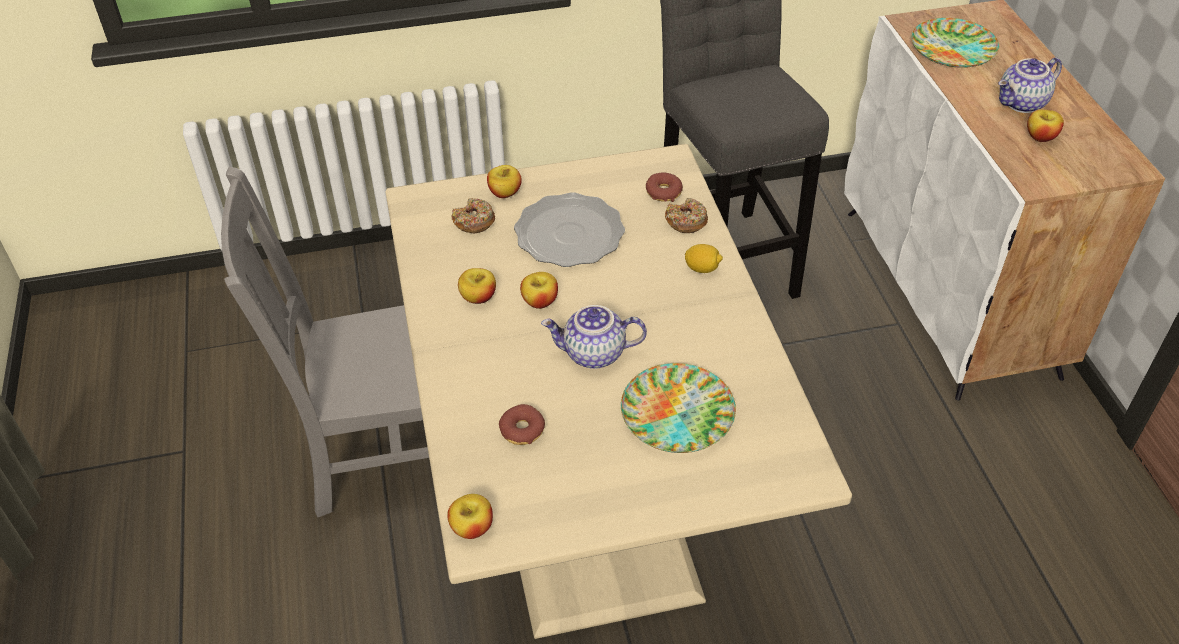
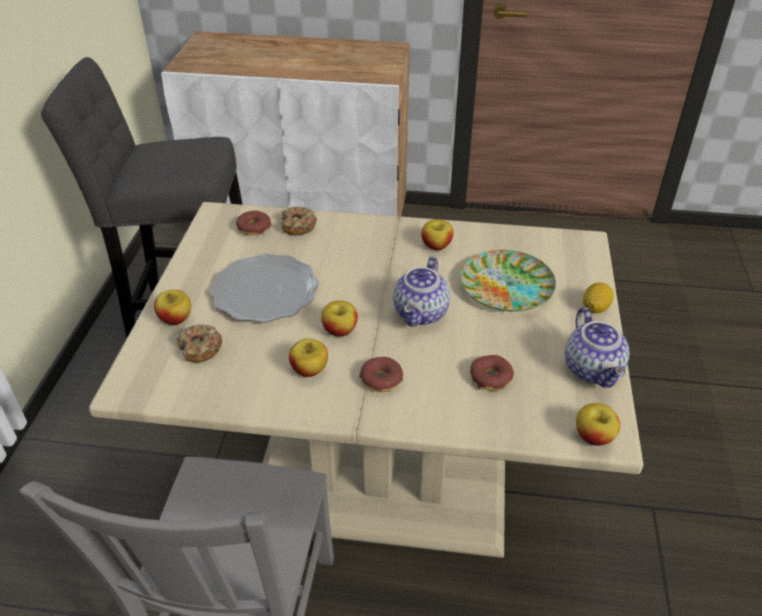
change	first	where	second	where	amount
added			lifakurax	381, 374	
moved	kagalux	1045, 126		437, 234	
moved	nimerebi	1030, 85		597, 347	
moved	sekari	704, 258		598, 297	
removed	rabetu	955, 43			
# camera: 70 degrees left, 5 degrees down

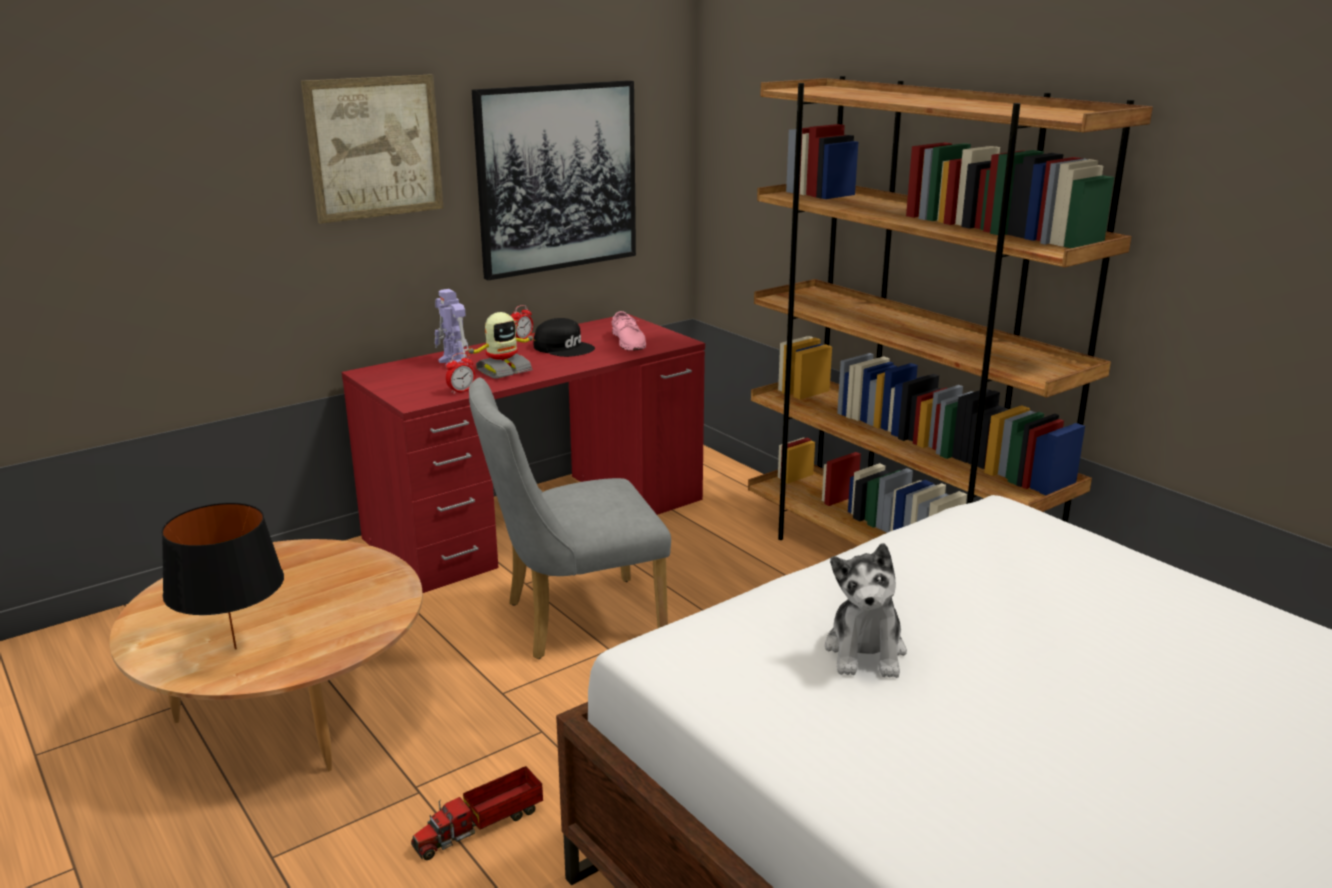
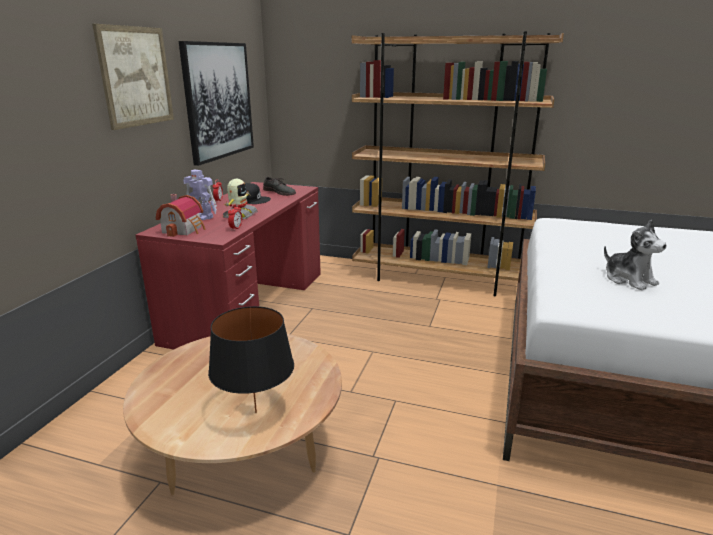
change	first	where	second	where	amount
added			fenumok	181, 215	
recoloured	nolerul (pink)	629, 331	nolerul (grey)	279, 186	
removed	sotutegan	477, 813			
removed	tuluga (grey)	570, 518			
# camera: 35 degrees left, 0 degrees up

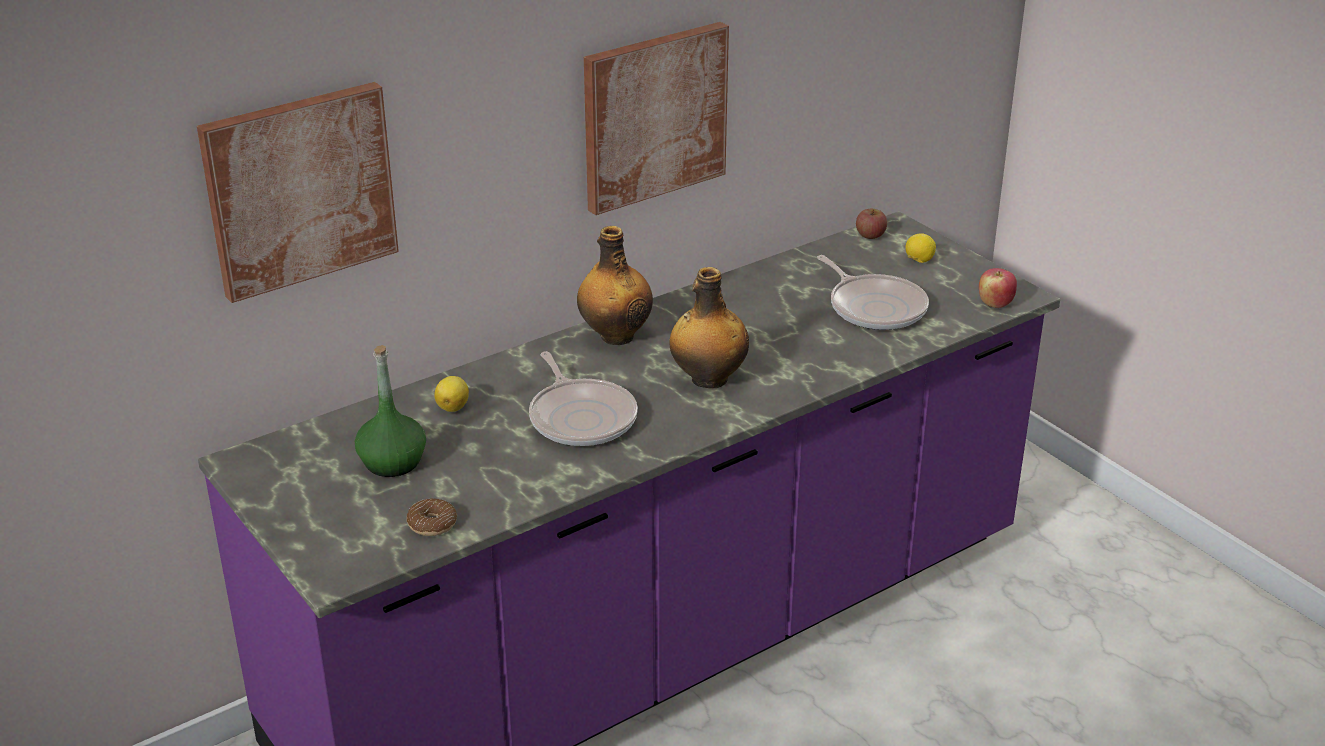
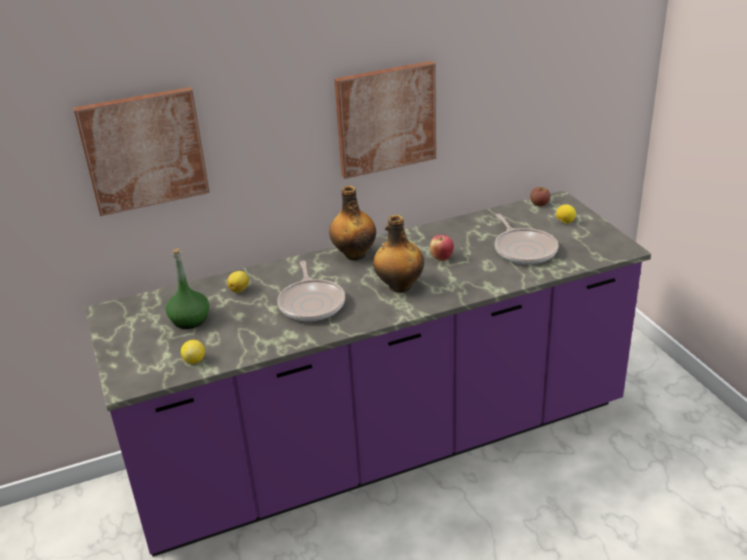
change	first	where	second	where	amount
replaced	lifakurax	432, 517	sekari	193, 352	
moved	kagalux	998, 288		442, 248	
# camera: 15 degrees right, 0 degrees up

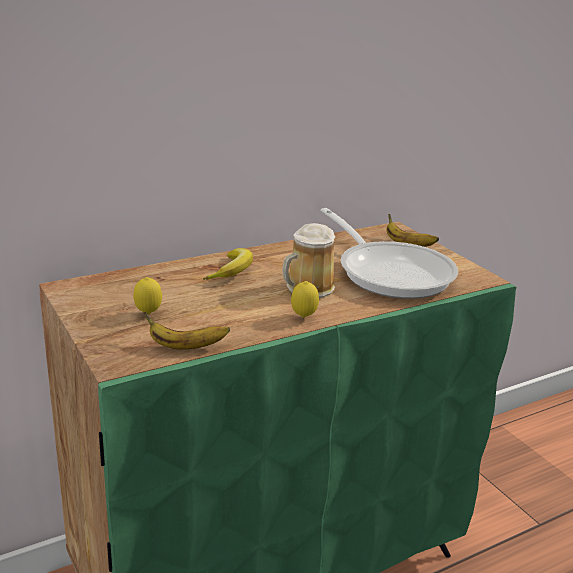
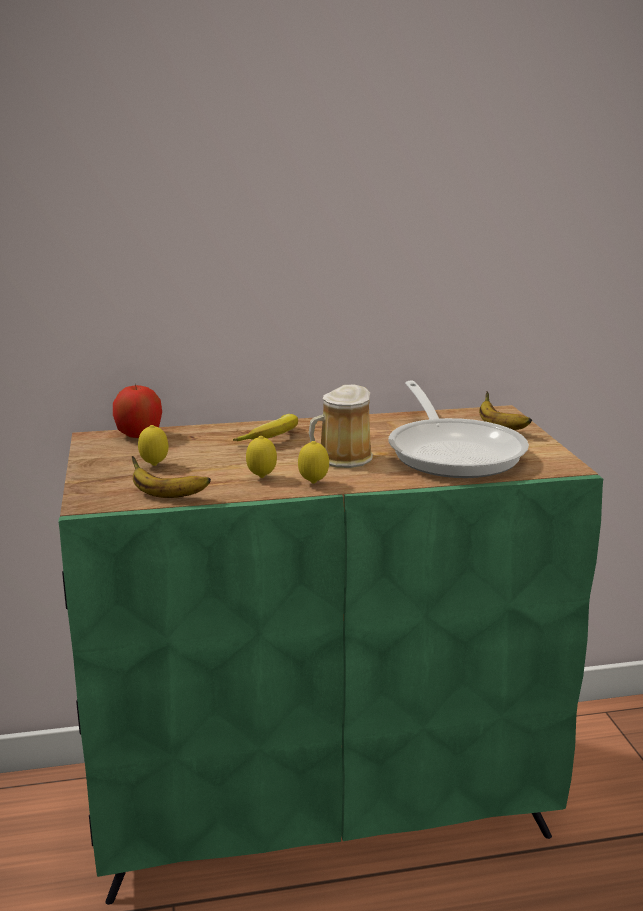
change	first	where	second	where	amount
added			kagalux	137, 411	
added			sekari	261, 457	
# camera: 20 degrees right, 5 degrees down

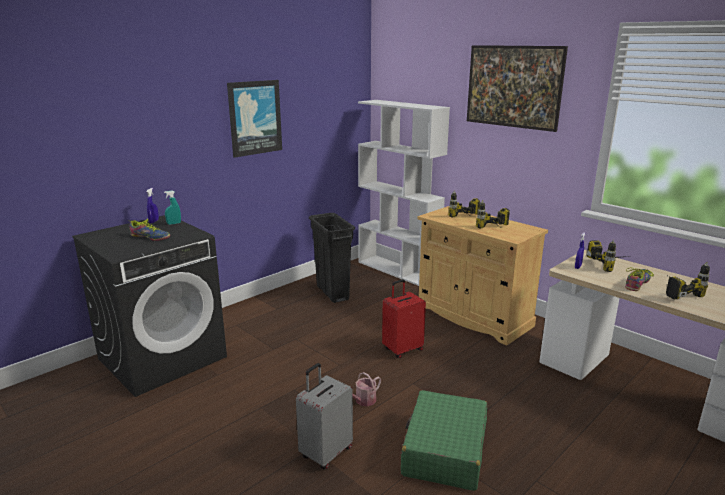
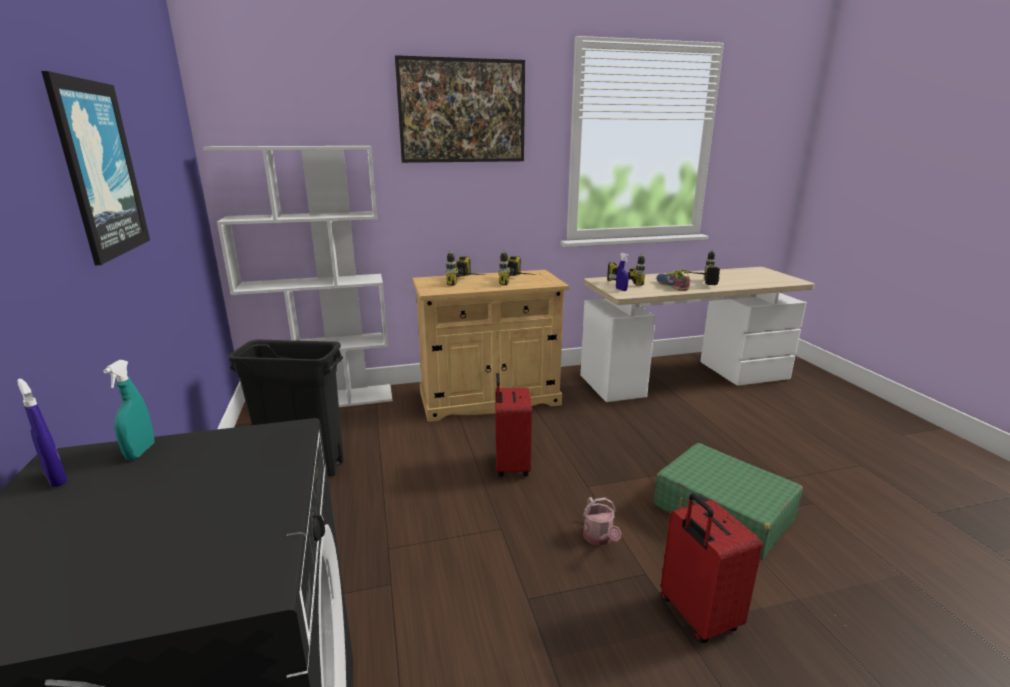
change	first	where	second	where	amount
recoloured	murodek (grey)	324, 416	murodek (red)	712, 568	
removed	nolerul	150, 230			
# camera: 60 degrees left, 0 degrees up

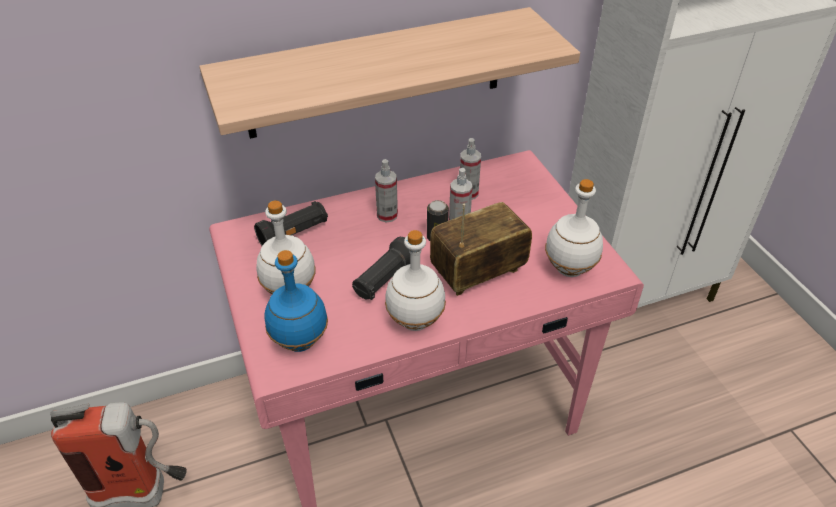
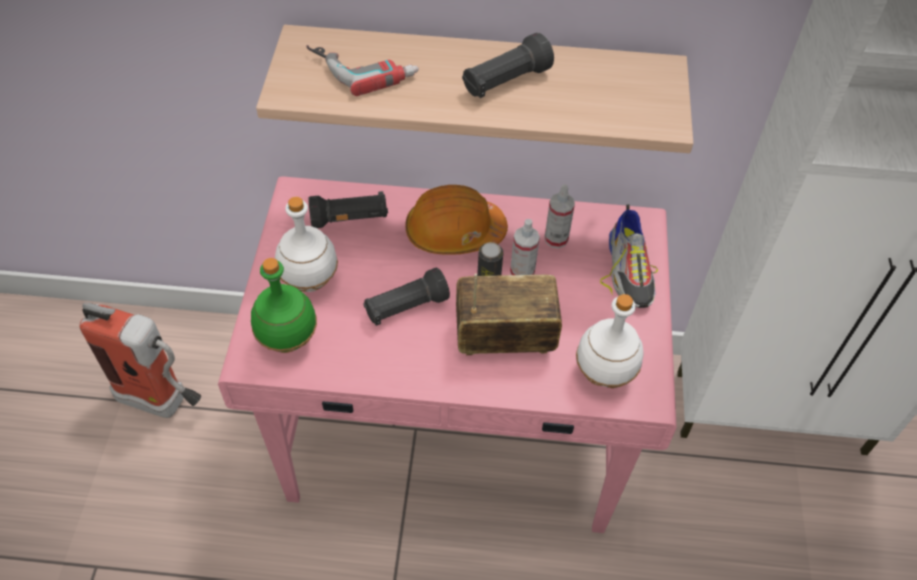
change	first	where	second	where	amount
recoloured	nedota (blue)	296, 301	nedota (green)	284, 305	
added			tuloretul	363, 70	
replaced	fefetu	386, 190	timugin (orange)	457, 220	
added			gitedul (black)	508, 65	
added			nolerul	629, 256	
removed	nedota (white)	415, 280			
# camera: 25 degrees right, 10 degrees up

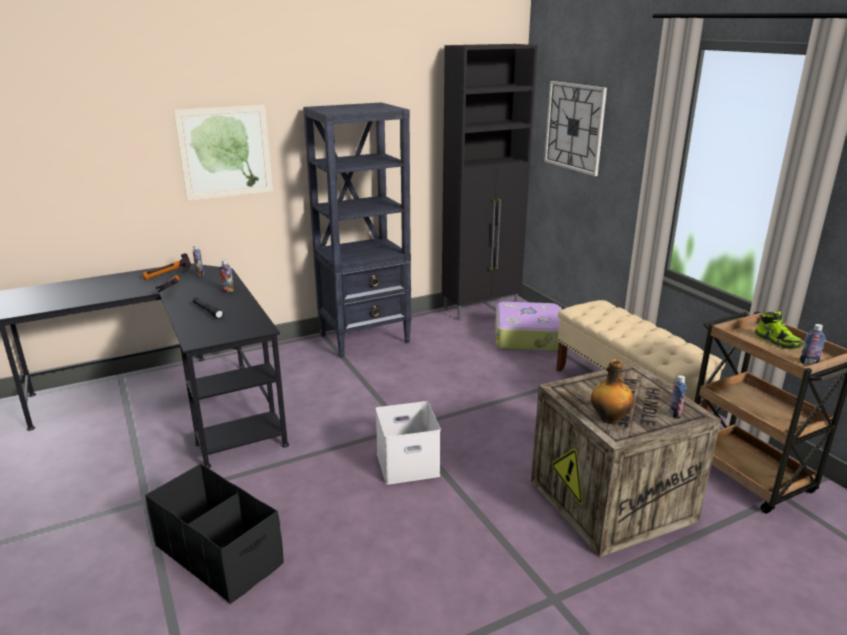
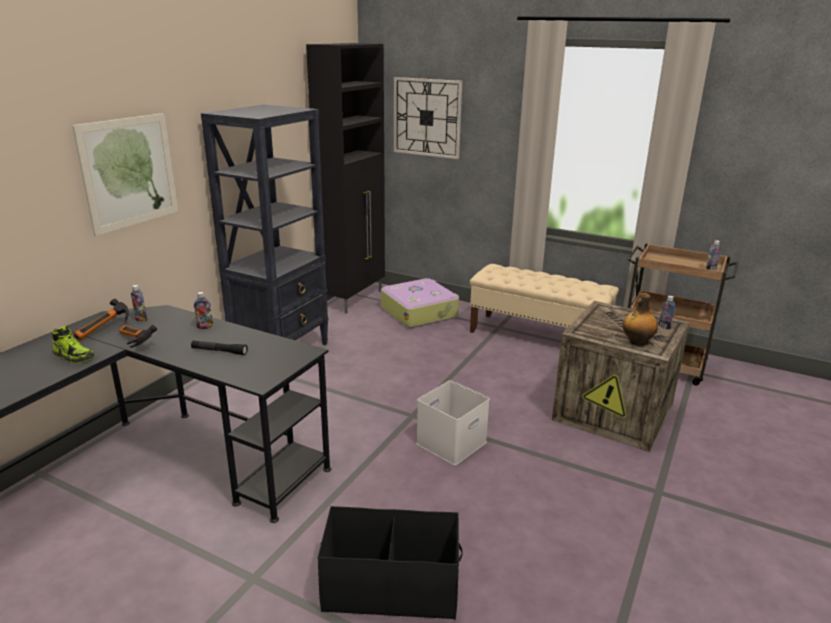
change	first	where	second	where	amount
moved	nolerul	779, 330		73, 344	
# camera: 35 degrees left, 0 degrees up

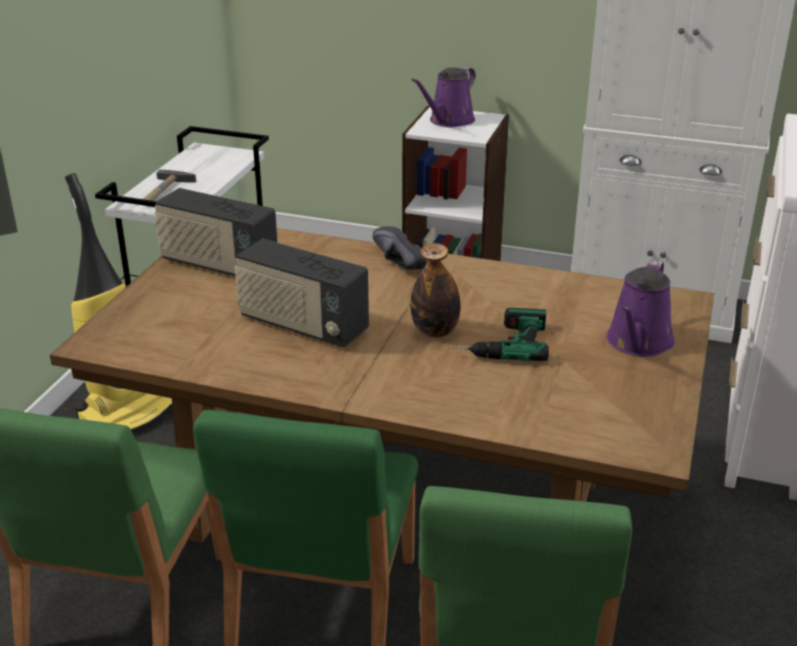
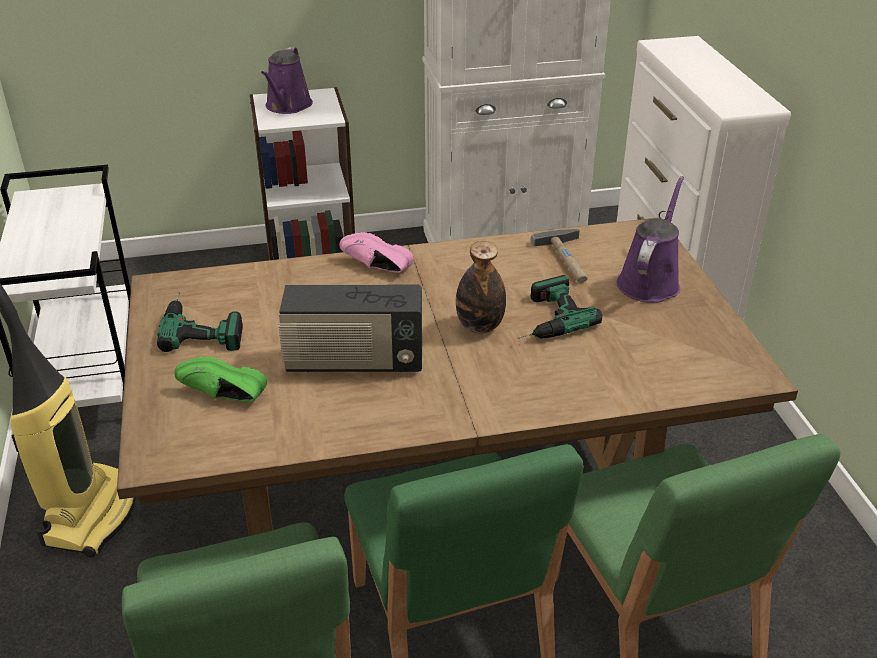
change	first	where	second	where	amount
replaced	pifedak	216, 232	tuloretul	200, 322	
added			nolerul (green)	220, 379	
recoloured	nolerul (black)	399, 248	nolerul (pink)	376, 252	
moved	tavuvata	169, 185		559, 256	
turned	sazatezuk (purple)	640, 308		650, 239	150 degrees counterclockwise
# camera: 30 degrees left, 5 degrees up

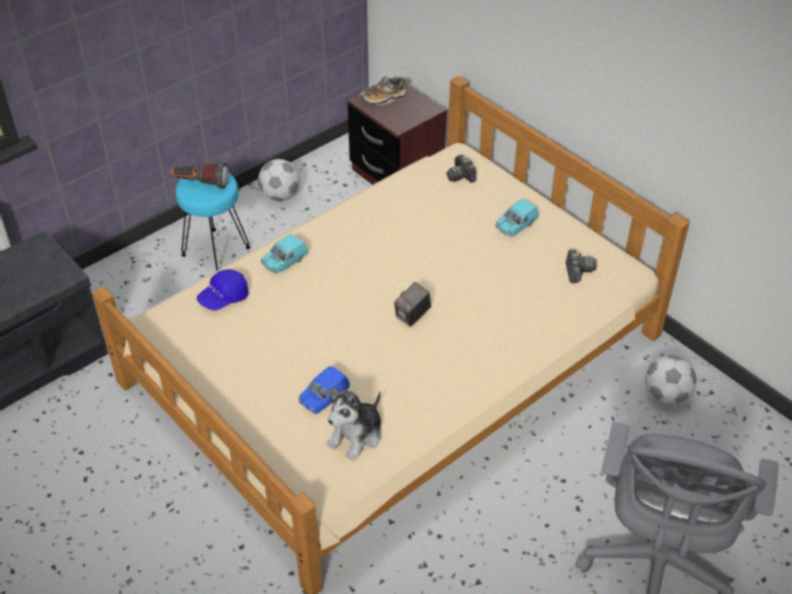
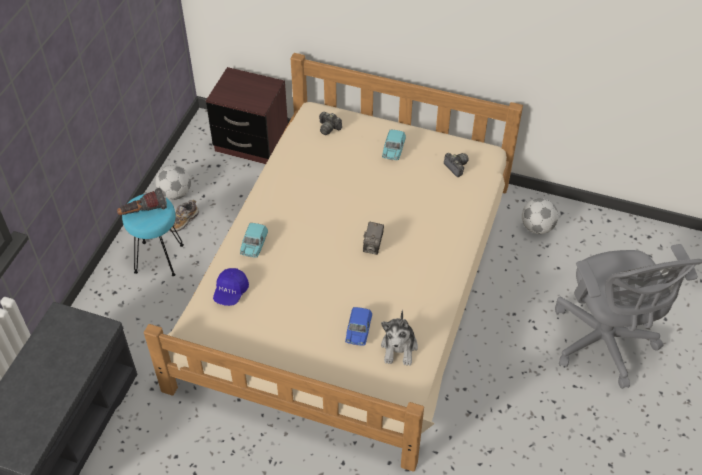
change	first	where	second	where	amount
moved	nolerul	383, 90		184, 216	
# camera: 30 degrees left, 5 degrees up

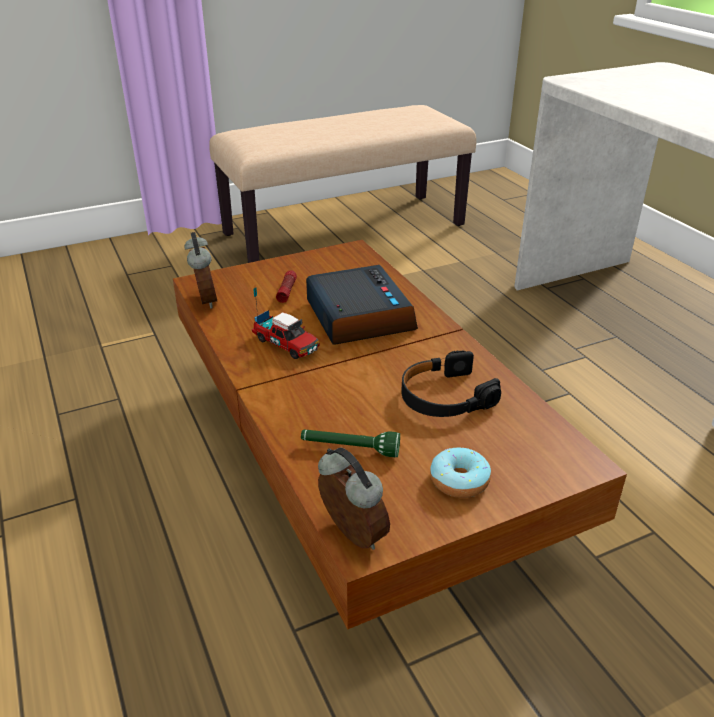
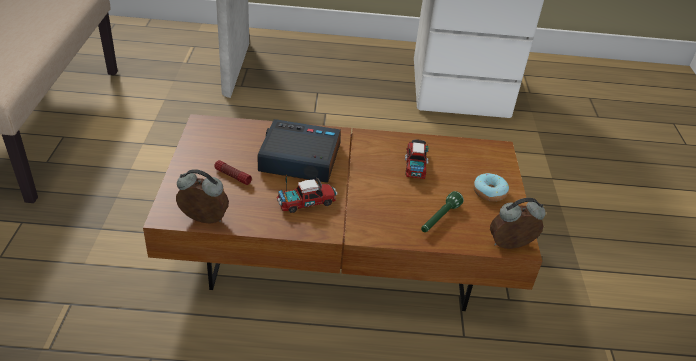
change	first	where	second	where	amount
replaced	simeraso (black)	451, 383	sotutegan	417, 159	
# camera: 65 degrees left, 5 degrees up

